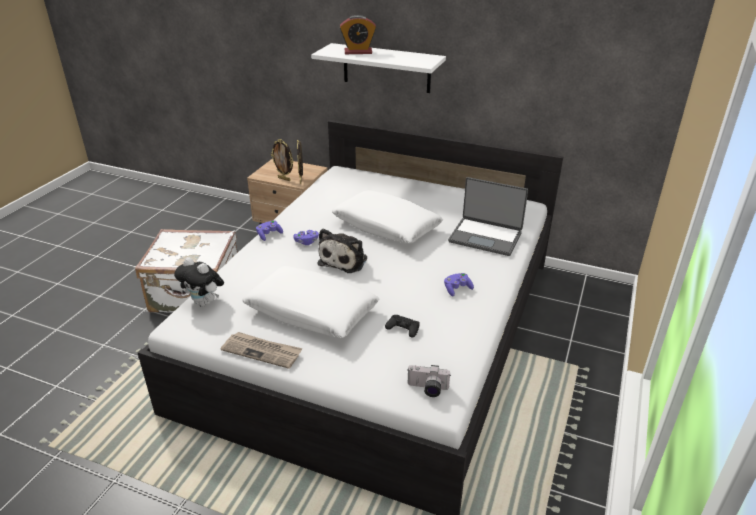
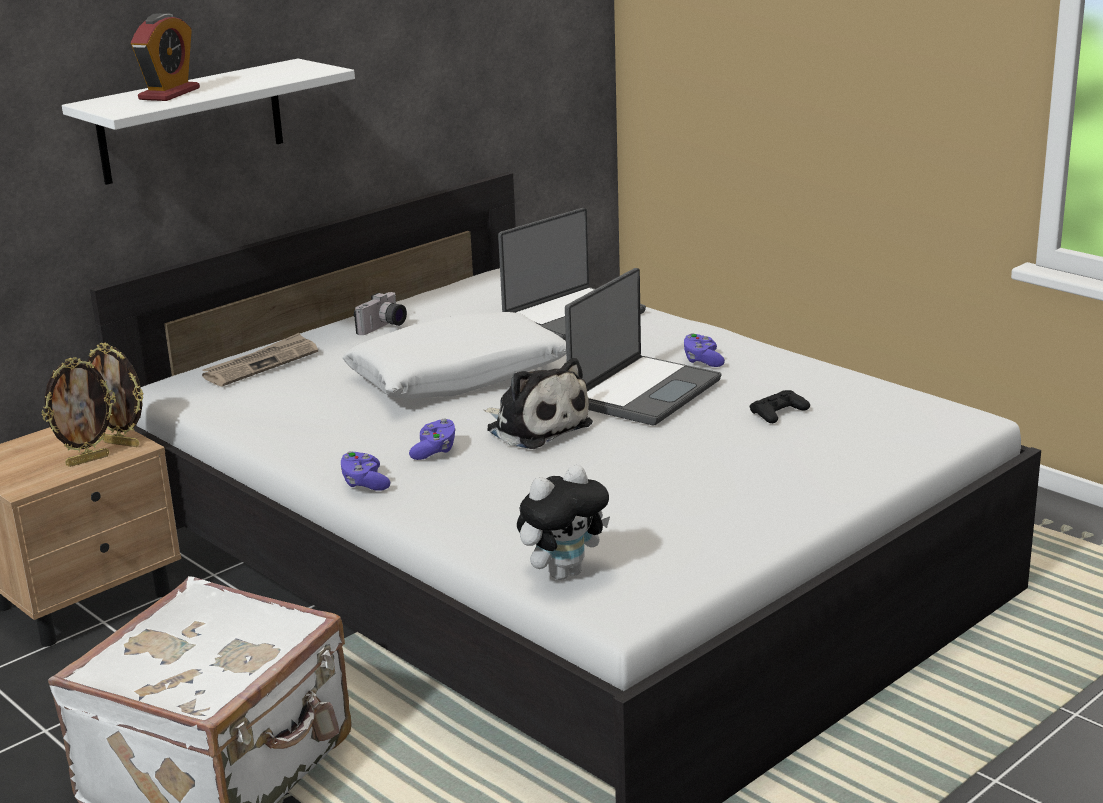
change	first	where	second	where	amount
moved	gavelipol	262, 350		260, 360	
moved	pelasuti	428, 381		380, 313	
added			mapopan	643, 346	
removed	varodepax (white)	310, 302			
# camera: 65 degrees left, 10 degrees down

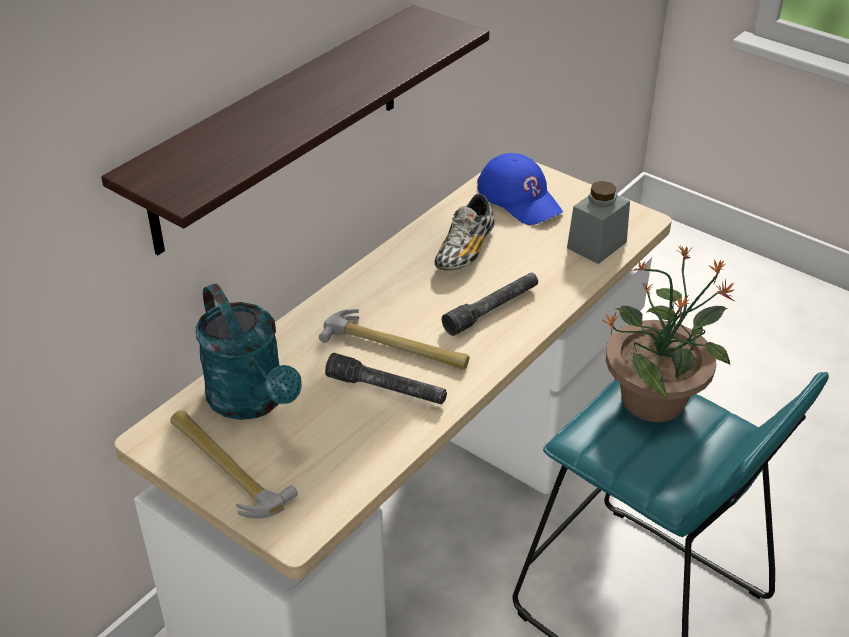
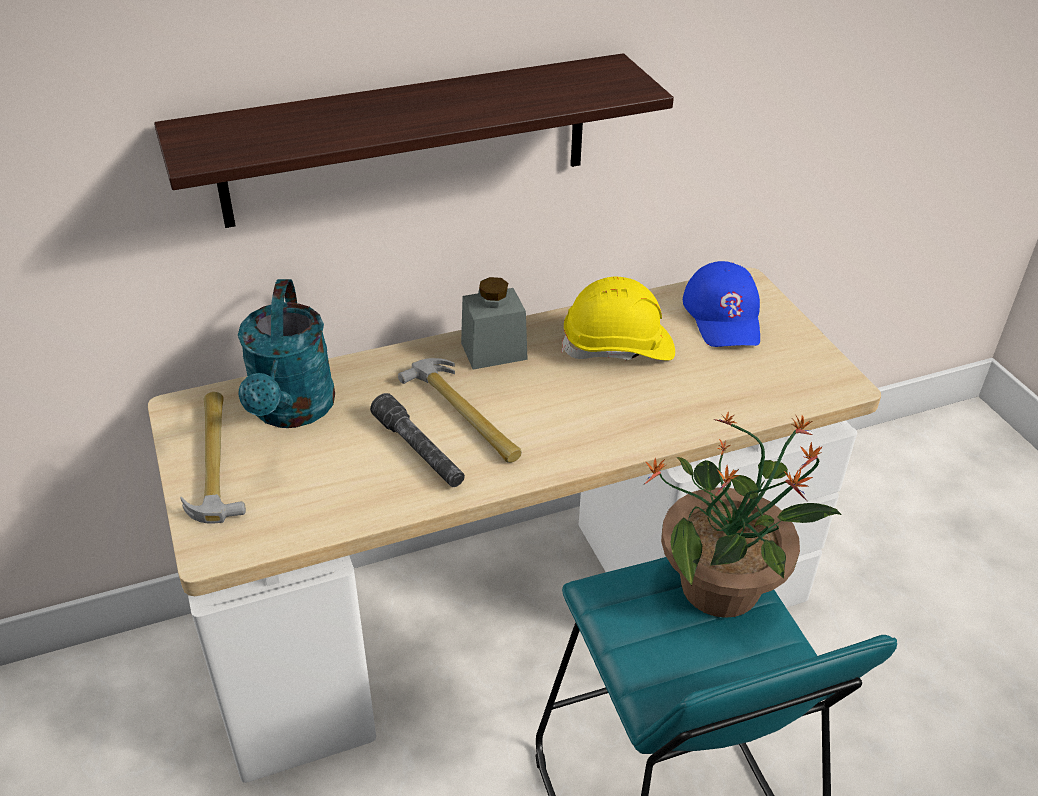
change	first	where	second	where	amount
moved	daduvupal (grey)	598, 222		494, 323	
replaced	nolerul	464, 232	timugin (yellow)	618, 318	
removed	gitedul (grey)	490, 304			
# camera: 30 degrees right, 0 degrees up

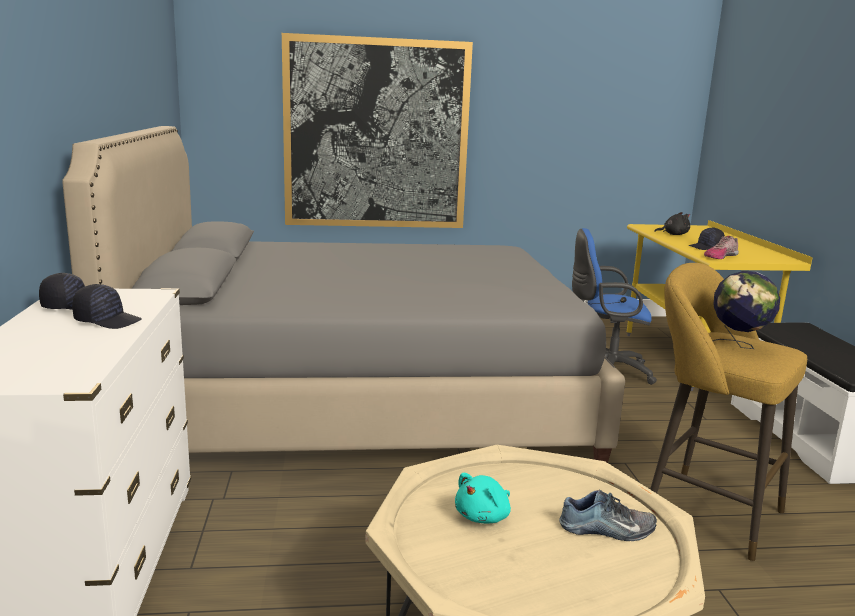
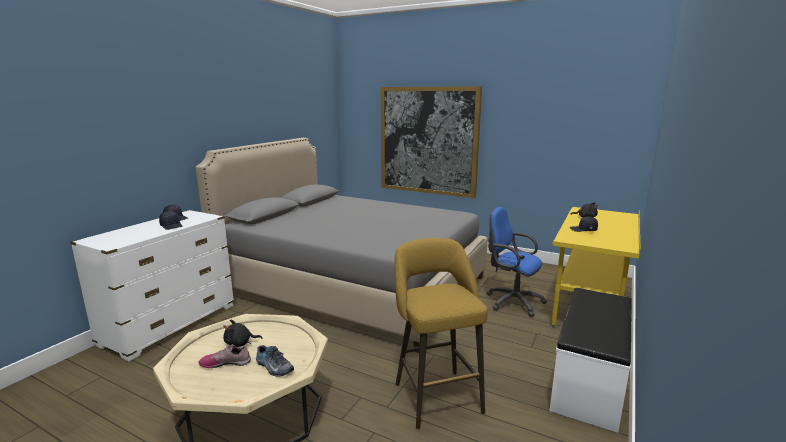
change	first	where	second	where	amount
moved	nolerul	721, 247		224, 356	
recoloured	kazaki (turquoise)	483, 498	kazaki (black)	243, 333	
removed	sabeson	746, 310			
# camera: 35 degrees right, 0 degrees up

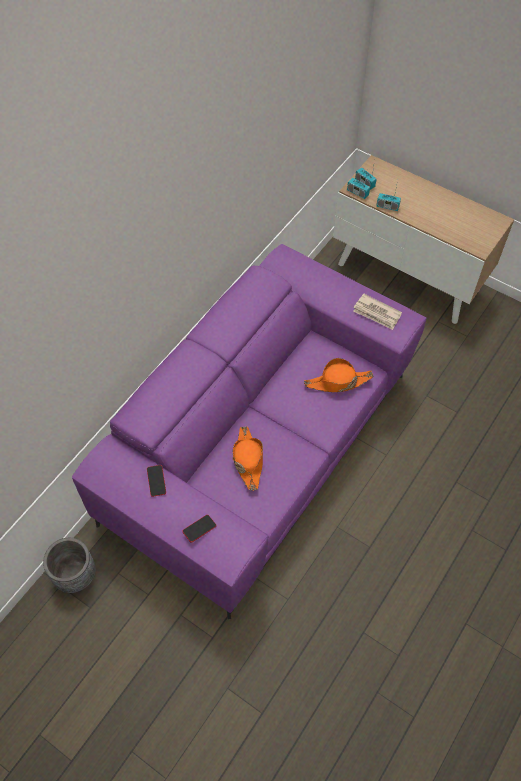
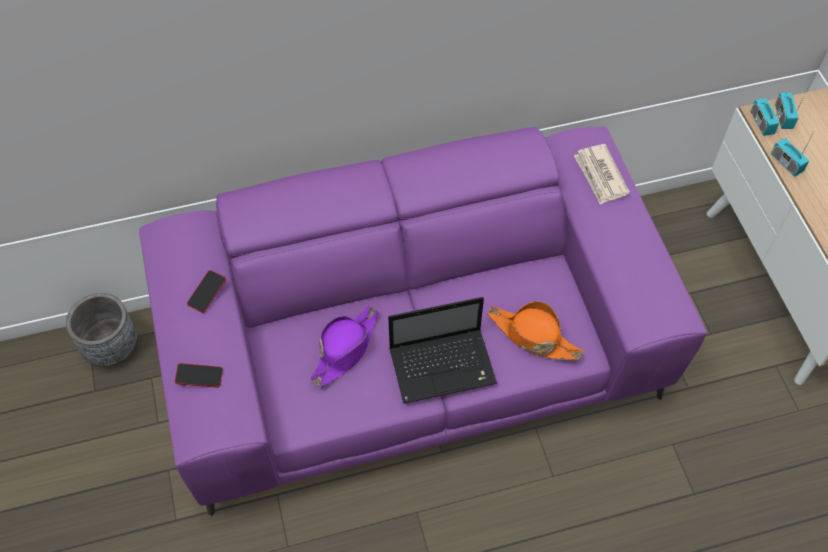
change	first	where	second	where	amount
recoloured	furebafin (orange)	248, 458	furebafin (purple)	344, 347	
added			mapopan	442, 350	
moved	gavelipol	377, 312		602, 174	
# camera: 40 degrees right, 0 degrees up

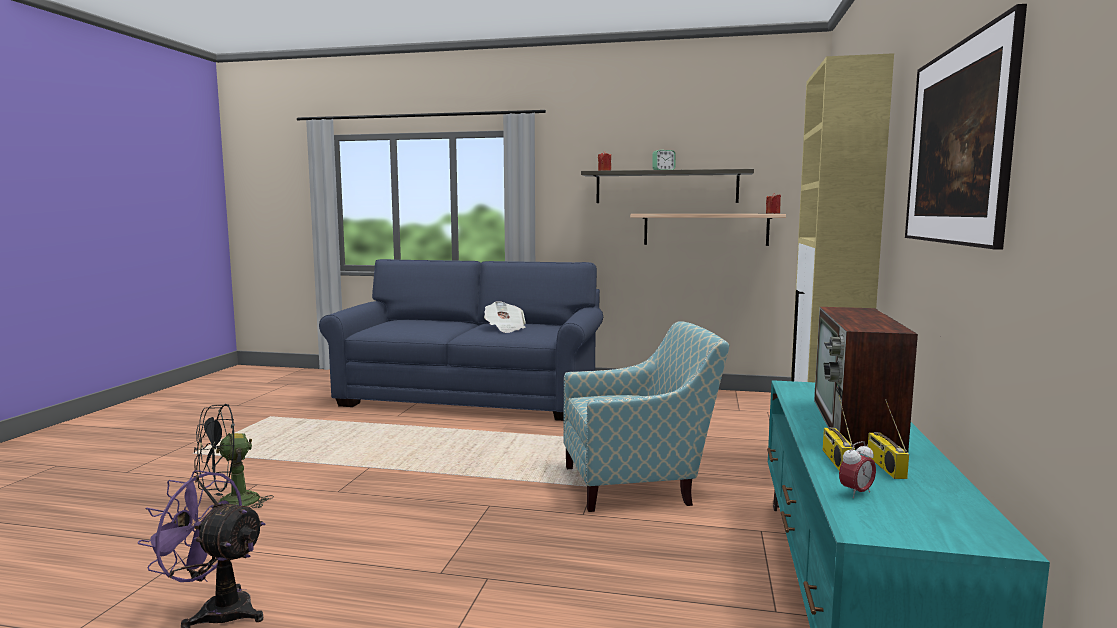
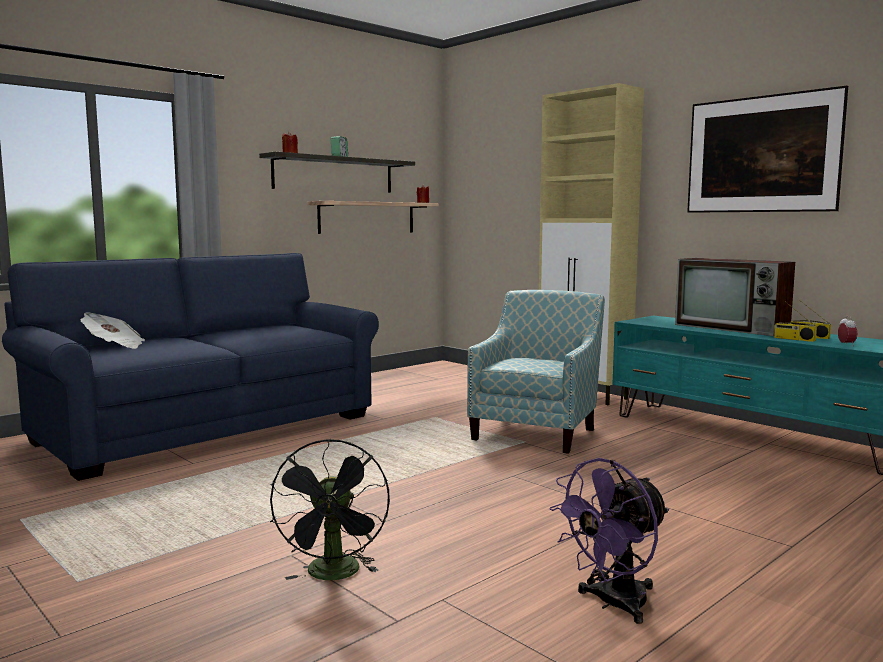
change	first	where	second	where	amount
moved	gavelipol	505, 317		113, 330	
# camera: 55 degrees left, 0 degrees up

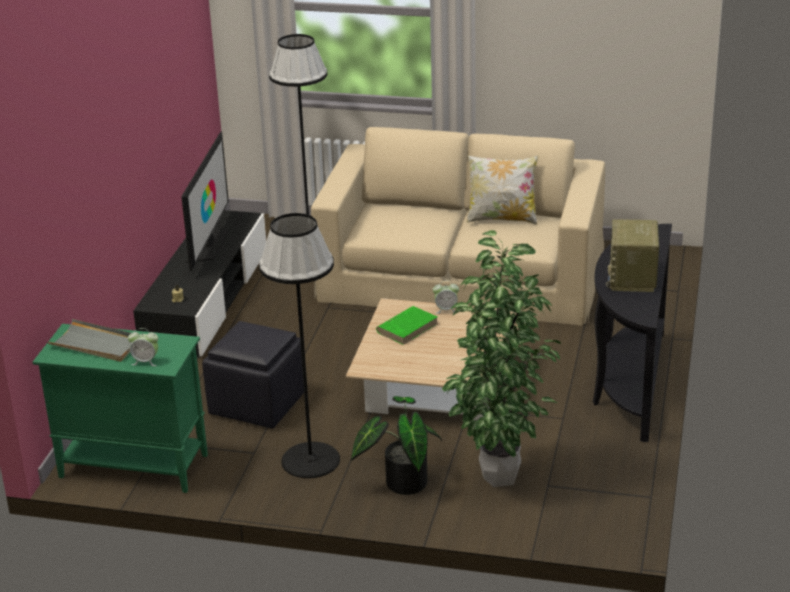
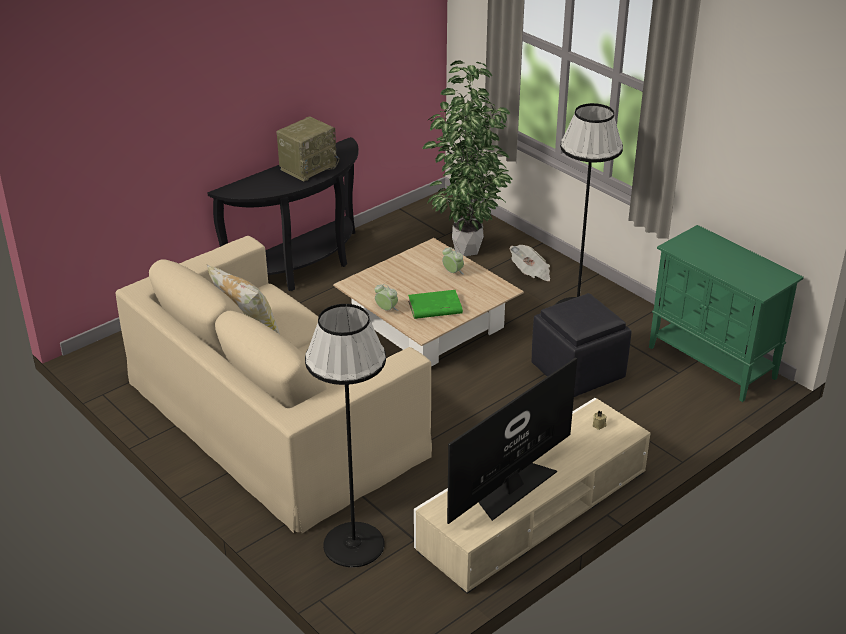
change	first	where	second	where	amount
recoloured	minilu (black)	199, 284	minilu (beige)	532, 496	
moved	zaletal	143, 347		453, 261	
replaced	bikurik	396, 445	gavelipol	530, 263	
removed	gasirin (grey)	89, 340			
# camera: 145 degrees left, 5 degrees up

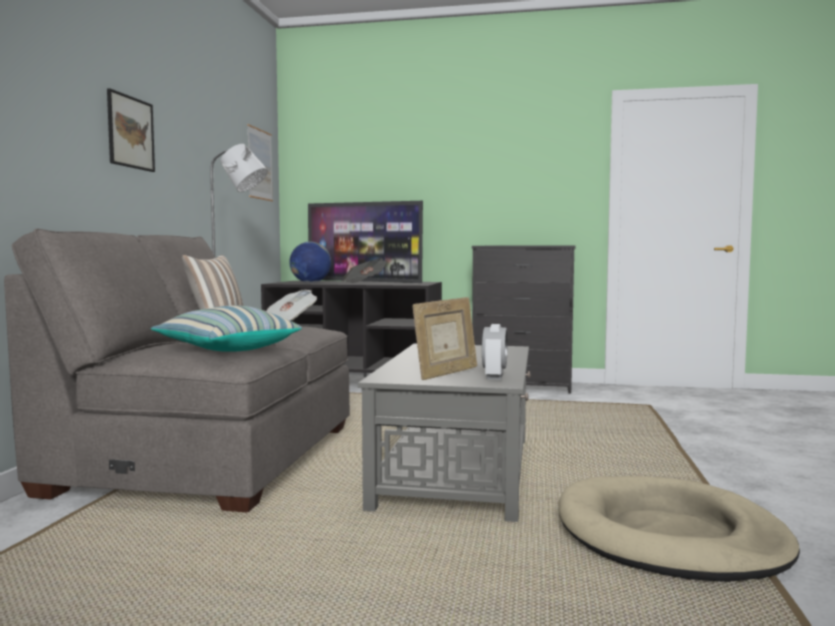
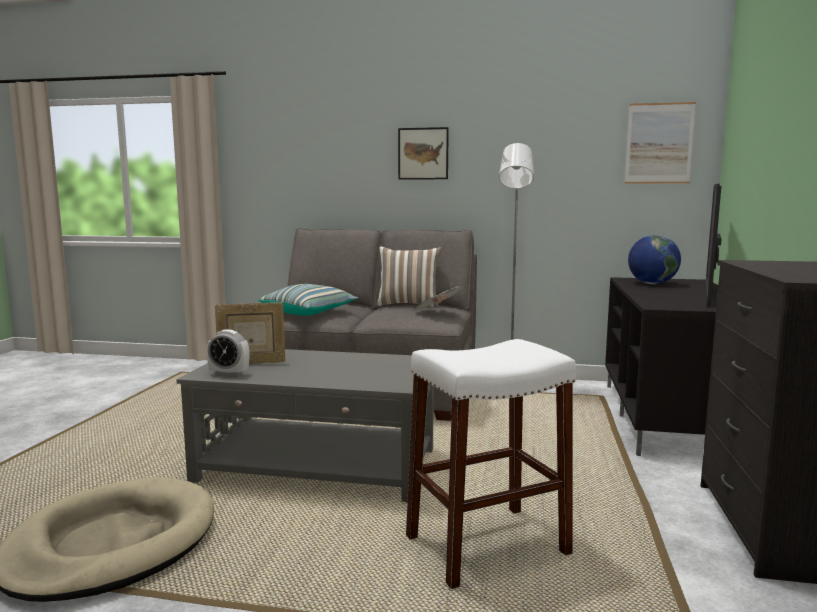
change	first	where	second	where	amount
turned	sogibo	444, 338		250, 332	45 degrees counterclockwise
added			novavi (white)	491, 464	
removed	gavelipol	364, 270			
# camera: 90 degrees right, 5 degrees up

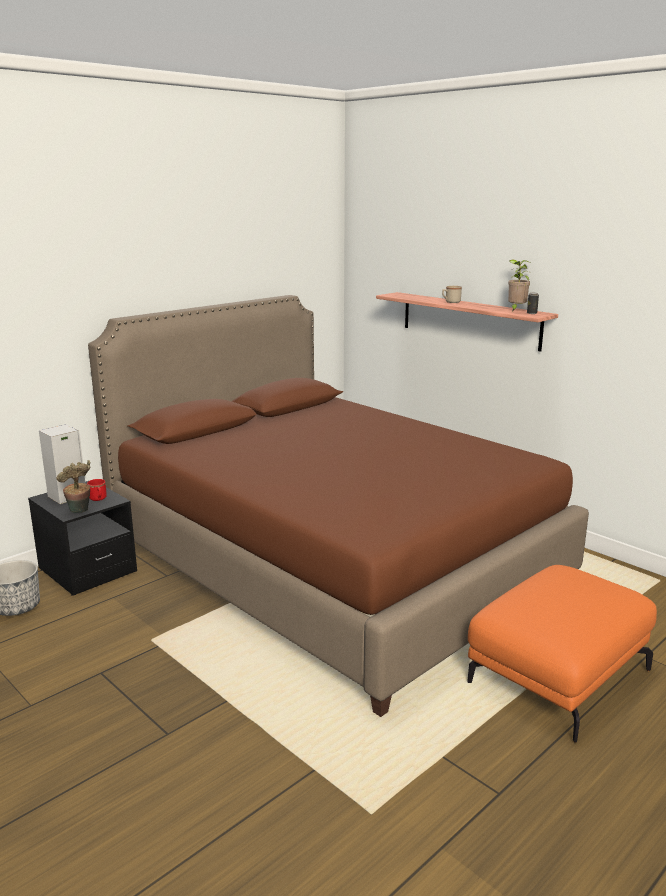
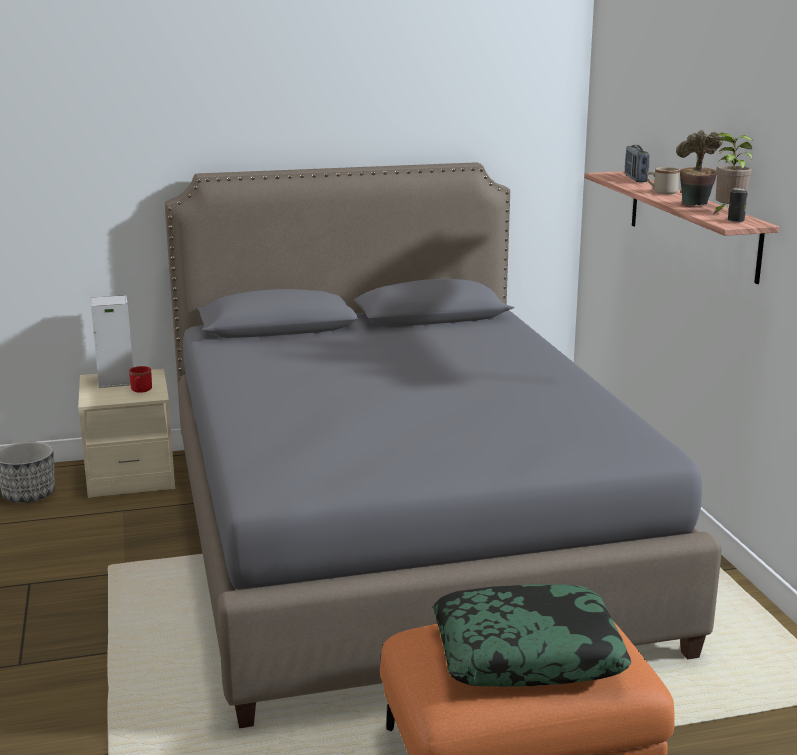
change	first	where	second	where	amount
recoloured	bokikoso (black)	82, 538	bokikoso (beige)	126, 433	
recoloured	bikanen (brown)	338, 506	bikanen (grey)	443, 445	
added			varodepax	532, 635	
added			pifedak	637, 163	
moved	bikurik	73, 486		699, 167	
# camera: 30 degrees right, 0 degrees up

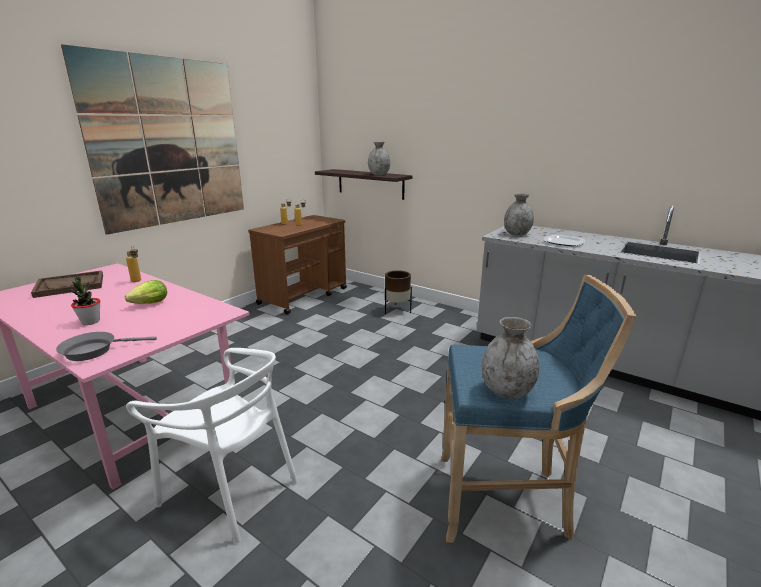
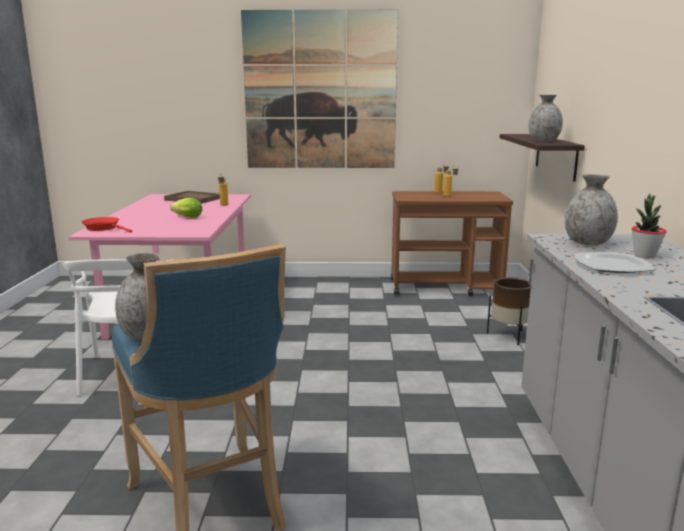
change	first	where	second	where	amount
recoloured	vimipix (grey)	106, 346	vimipix (red)	107, 225	
moved	bikurik	84, 300		649, 225	
# camera: 55 degrees right, 5 degrees down

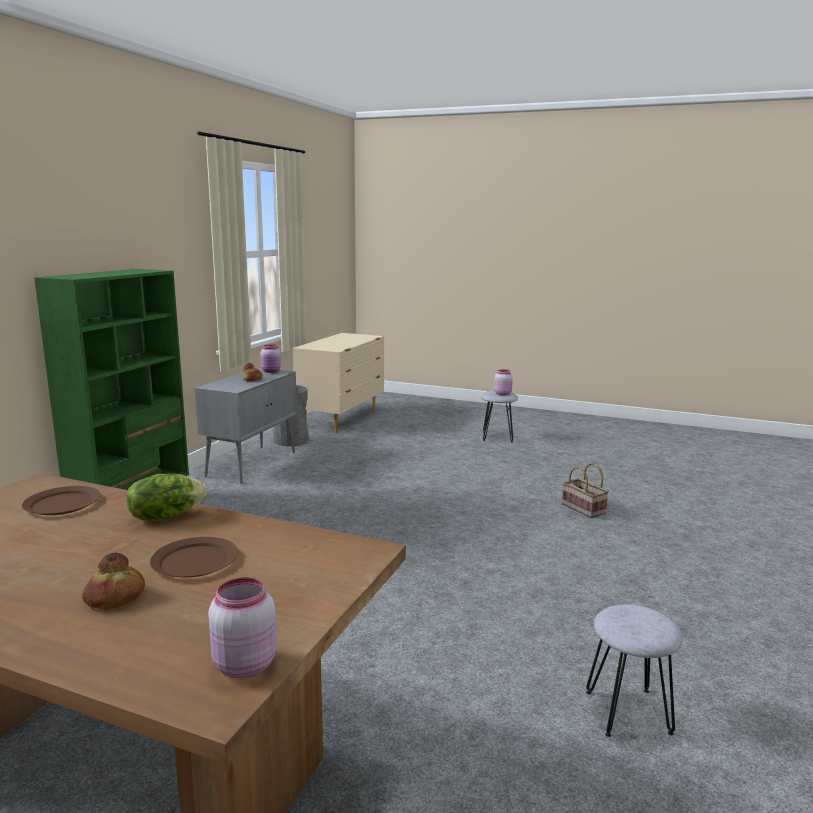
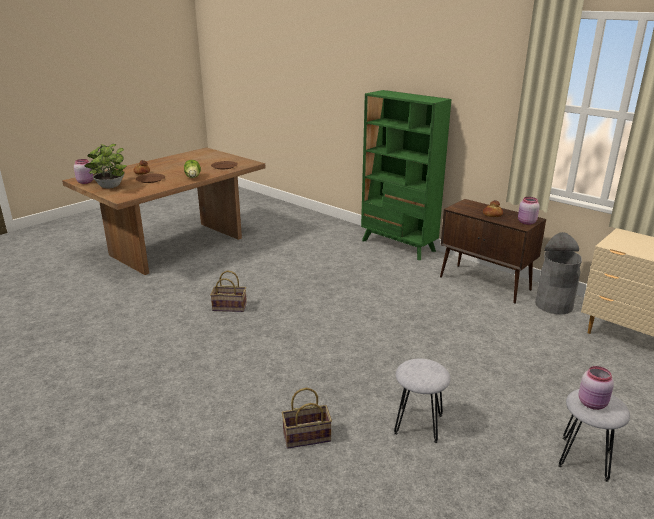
change	first	where	second	where	amount
added			bikurik	106, 166	
added			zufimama	228, 291	
moved	novavi (grey)	634, 670		422, 400	
recoloured	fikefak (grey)	246, 425	fikefak (brown)	493, 251	
# camera: 110 degrees right, 10 degrees up

